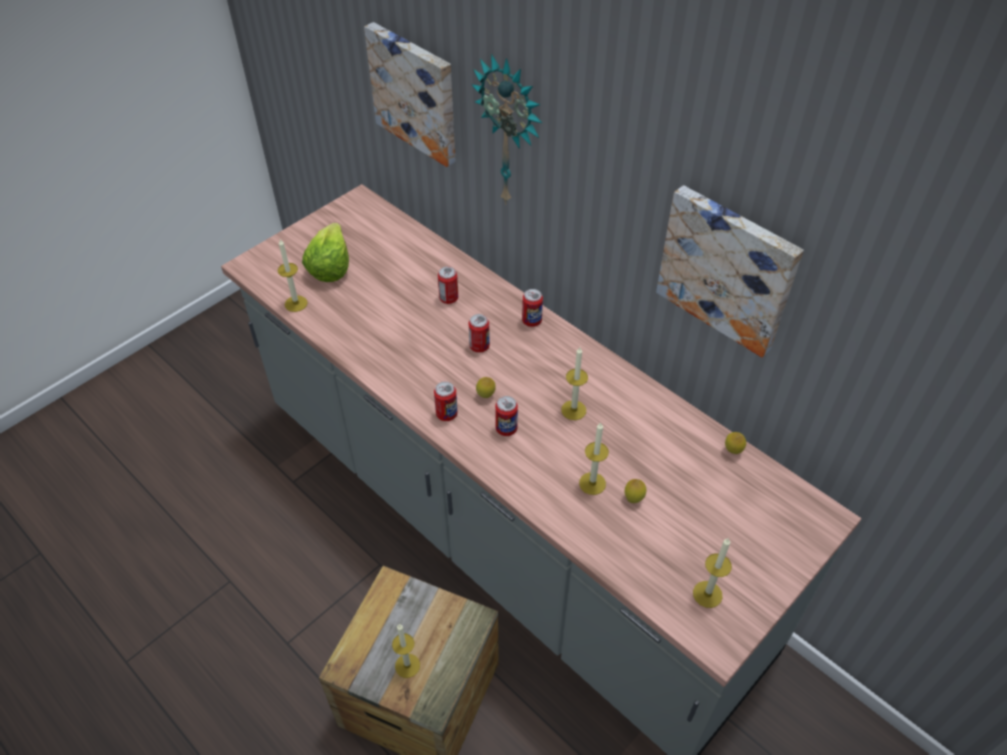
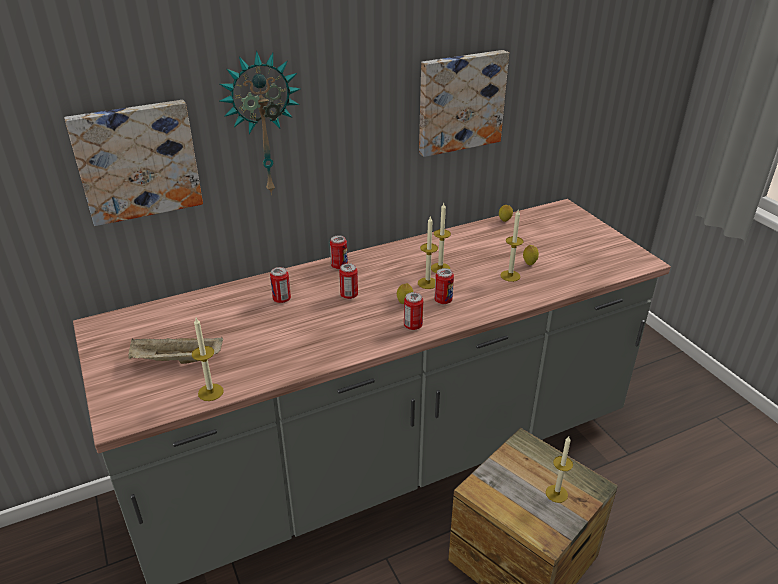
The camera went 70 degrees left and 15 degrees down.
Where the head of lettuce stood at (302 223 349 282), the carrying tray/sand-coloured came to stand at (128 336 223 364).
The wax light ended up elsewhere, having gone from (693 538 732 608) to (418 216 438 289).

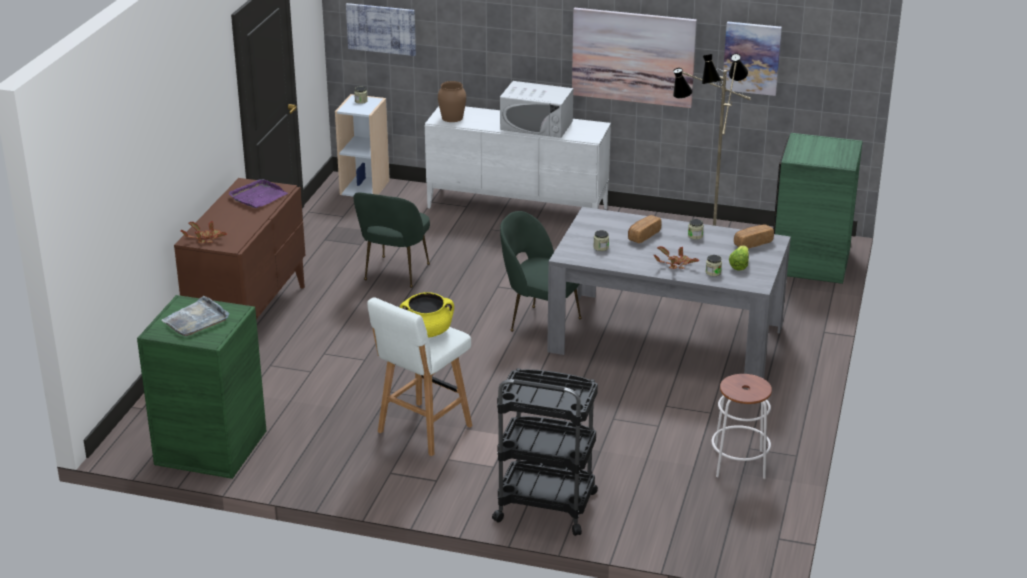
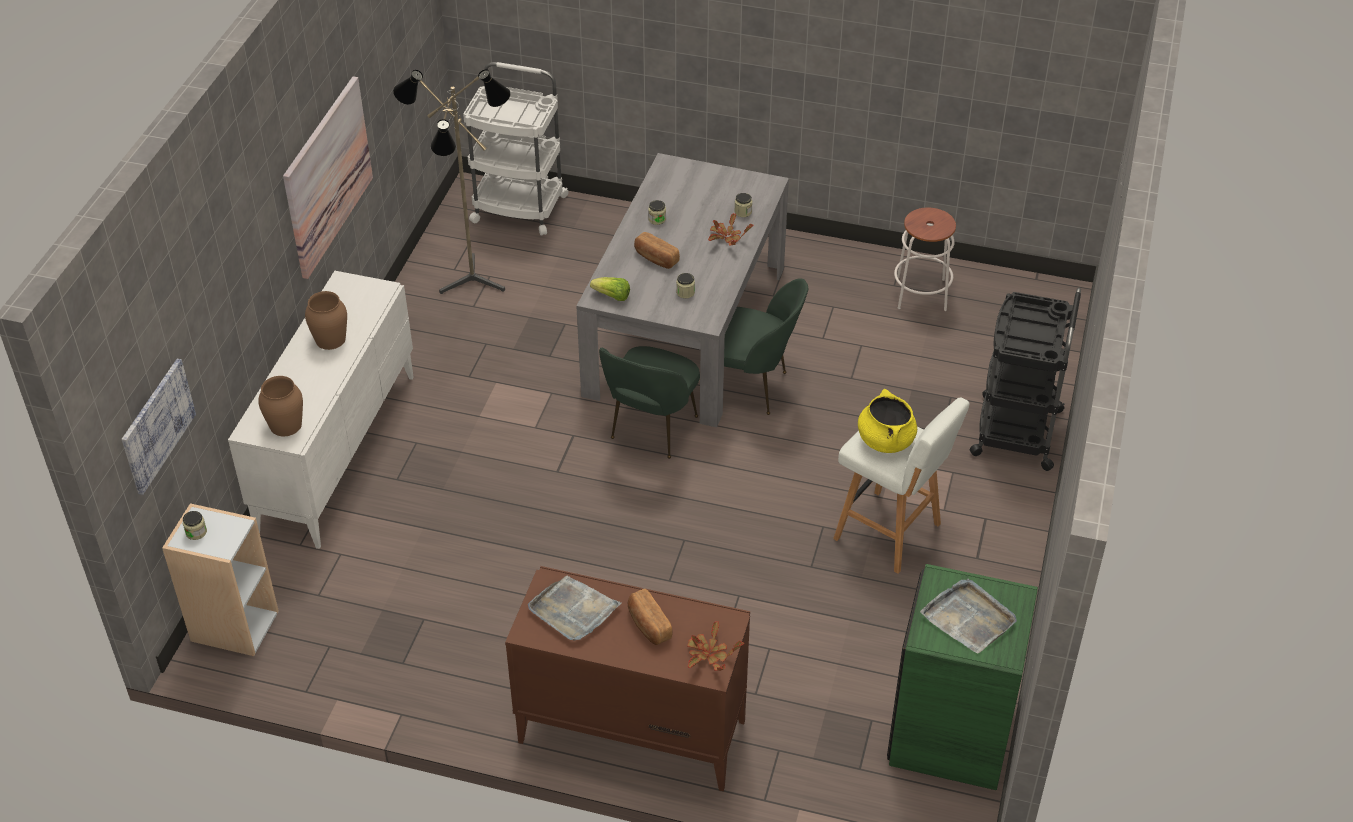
The camera went 90 degrees left and 15 degrees up.
What was the carrying tray/purplish at (229 179 288 208) turned into the carrying tray/gray at (528 576 622 641).
The plain chair/green ended up elsewhere, having gone from (354 192 430 288) to (724 278 808 415).
Where the microwave/whitish stood at (500 81 573 138), the vase/brownish came to stand at (305 291 347 350).
The second view lost the wall picture at (723 21 782 96).
The head of lettuce ended up elsewhere, having gone from (729 245 749 270) to (590 277 630 301).
The bread ended up elsewhere, having gone from (734 224 774 249) to (628 589 673 645).
Where the cupboard/green stood at (773 133 863 284), the trolley/whitish came to stand at (463 62 569 235).

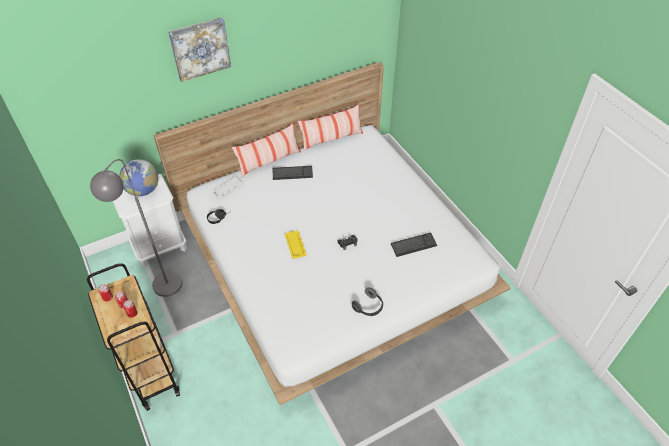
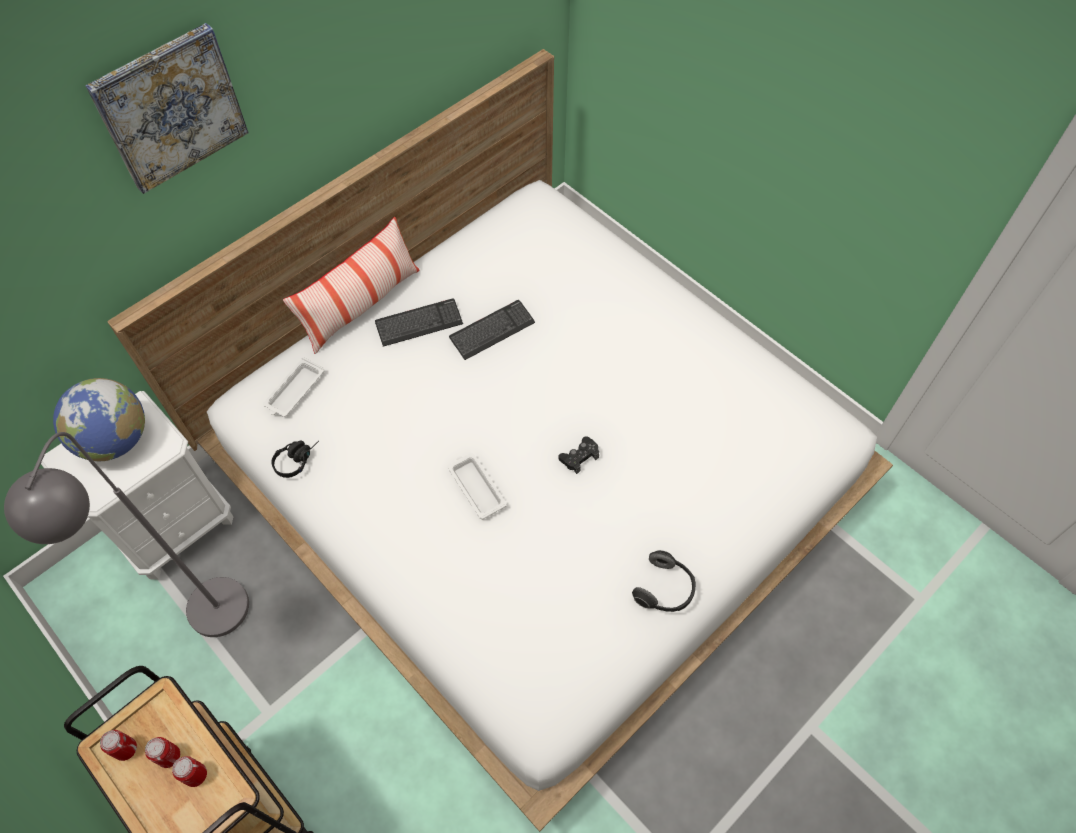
The camera went 15 degrees left and 10 degrees up.
What was the carrying tray/yellowish at (285 231 307 259) turned into the carrying tray/whitish at (448 453 507 519).
The second view lost the pillow at (298 104 363 151).
The keyboard ended up elsewhere, having gone from (391 233 437 257) to (449 300 535 360).

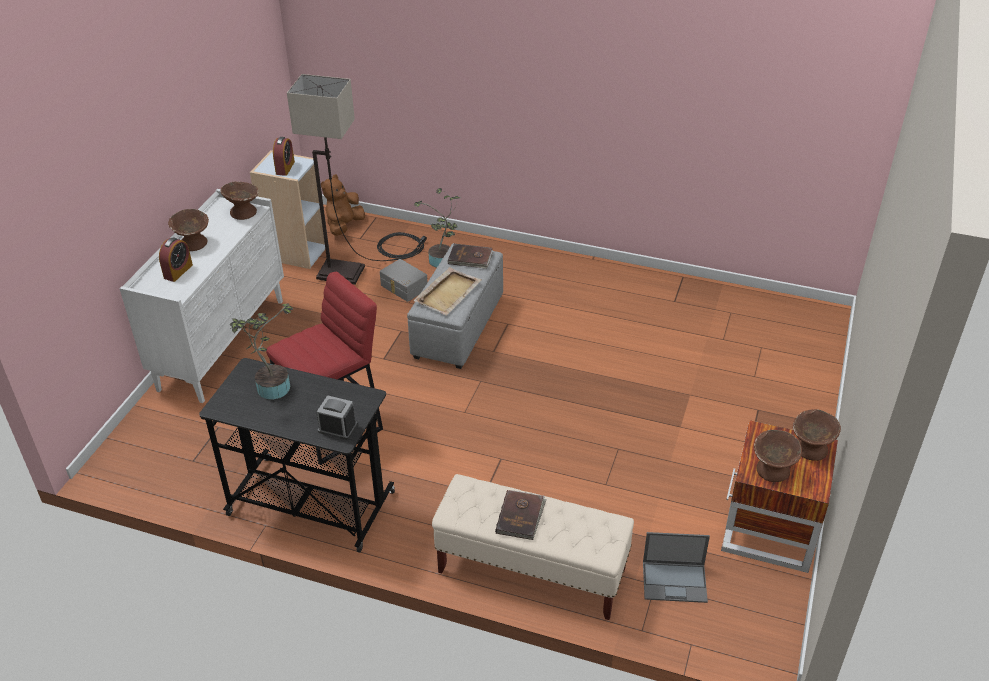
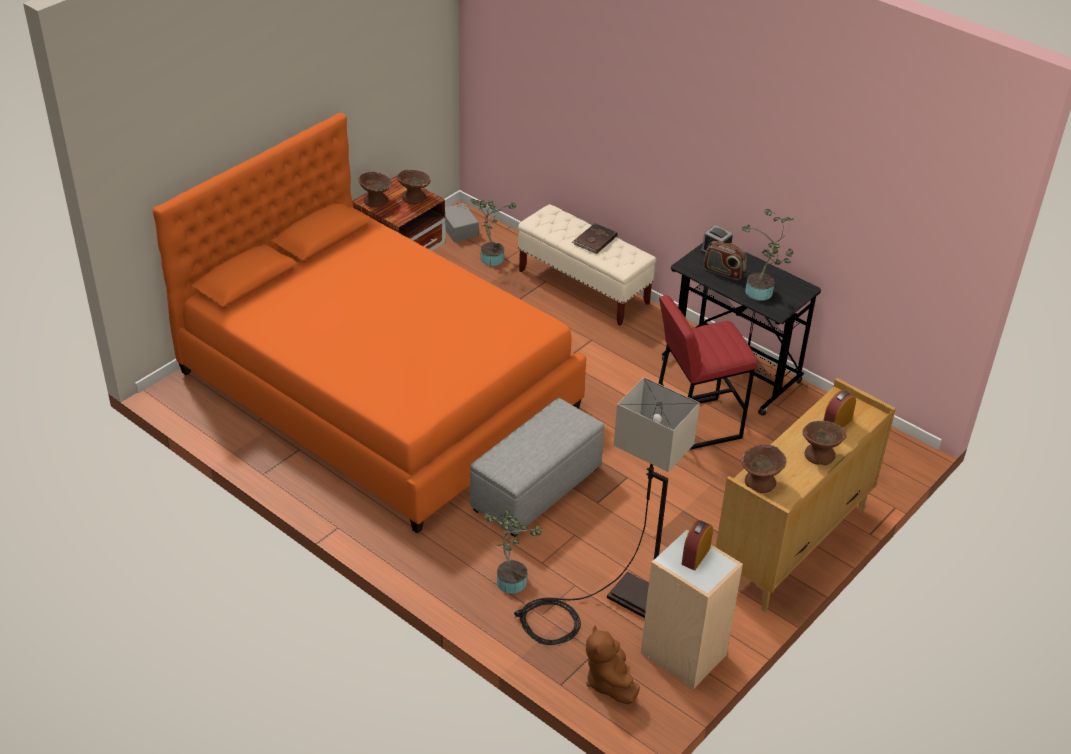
The camera went 160 degrees left and 0 degrees up.
What was the drawer chest/whitish at (119 189 284 403) turned into the drawer chest/brownish at (716 378 896 612).
The soft toy/brownish at (321 174 365 236) ended up facing another way, 120 degrees clockwise from before.
The storage bin/gray ended up elsewhere, having gone from (380 259 428 302) to (445 203 479 242).
The second view lost the carrying tray/sand-coloured at (414 267 481 315).
The second view lost the book/brownish at (447 244 493 269).
Where the laptop stood at (643 532 710 603), the plant in a pot came to stand at (470 199 516 266).
The second view gained the bed/orange at (153 113 586 534).
The second view gained the radio set at (703 241 746 280).

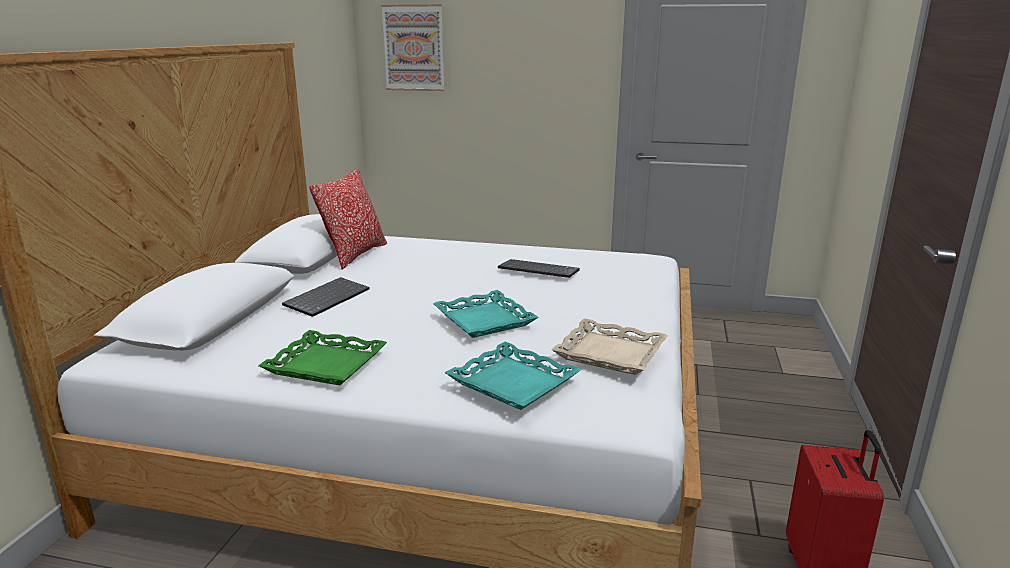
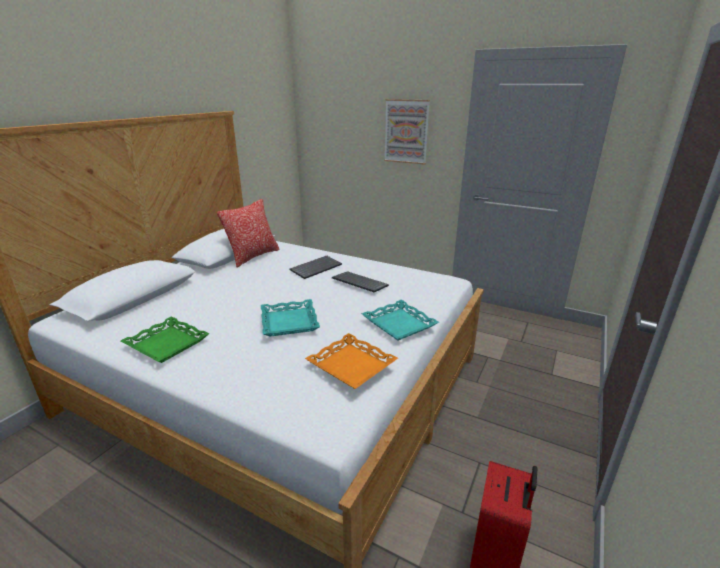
The camera went 15 degrees right and 5 degrees up.
The keyboard ended up elsewhere, having gone from (282 277 370 317) to (290 256 342 279).
The wall picture ended up elsewhere, having gone from (381 4 445 91) to (384 99 430 165).
The carrying tray/turquoise-coloured ended up elsewhere, having gone from (444 342 581 410) to (362 300 439 341).
What was the carrying tray/sand-coloured at (552 318 668 375) turned into the carrying tray/orange at (305 333 398 389).

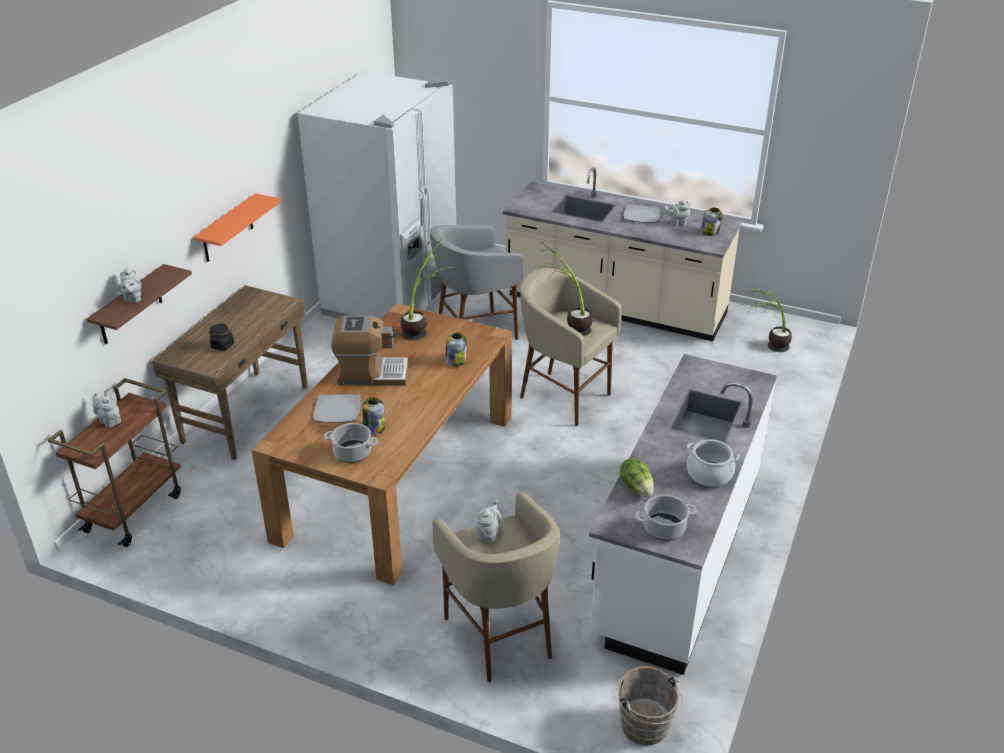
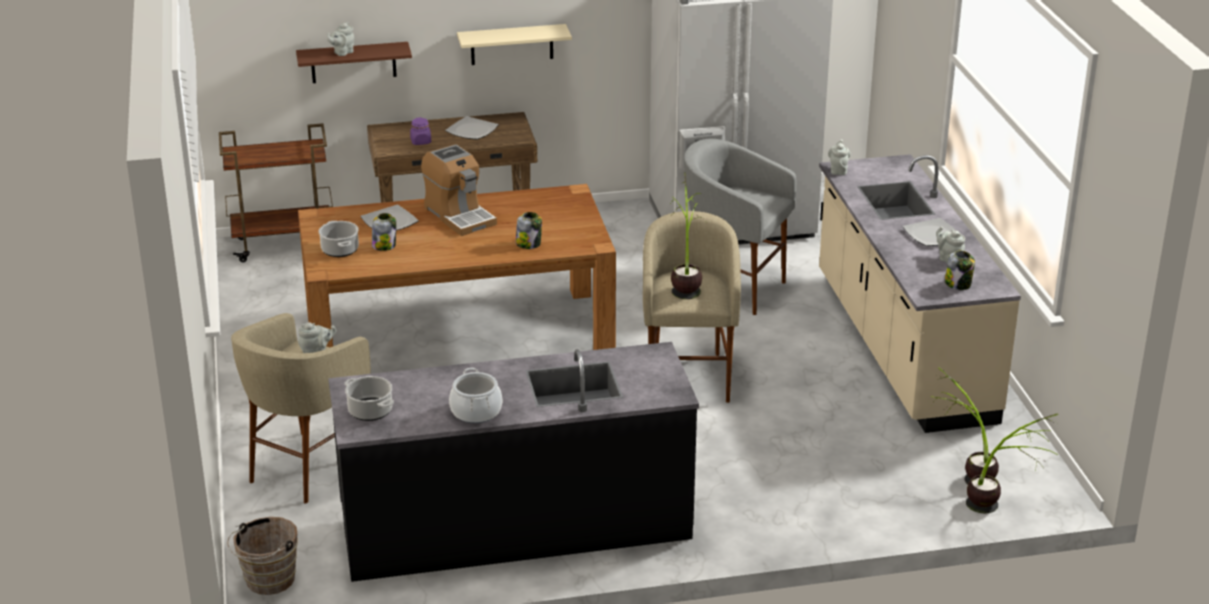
The camera went 55 degrees right and 5 degrees down.
The tea pot/gray ended up elsewhere, having gone from (92 392 121 428) to (828 139 851 175).
What was the wall shelf/orange at (193 193 282 262) turned into the wall shelf/sand-coloured at (457 24 572 65).
What was the jar/black-coloured at (209 324 234 351) turned into the jar/purplish at (410 117 431 145).
The plant in a pot ended up elsewhere, having gone from (400 238 454 341) to (966 413 1058 513).
What was the kitchen counter/whitish at (589 354 777 675) turned into the kitchen counter/black-coloured at (328 342 699 582).
The second view lost the head of lettuce at (620 458 654 497).
The second view gained the plate at (445 116 499 140).

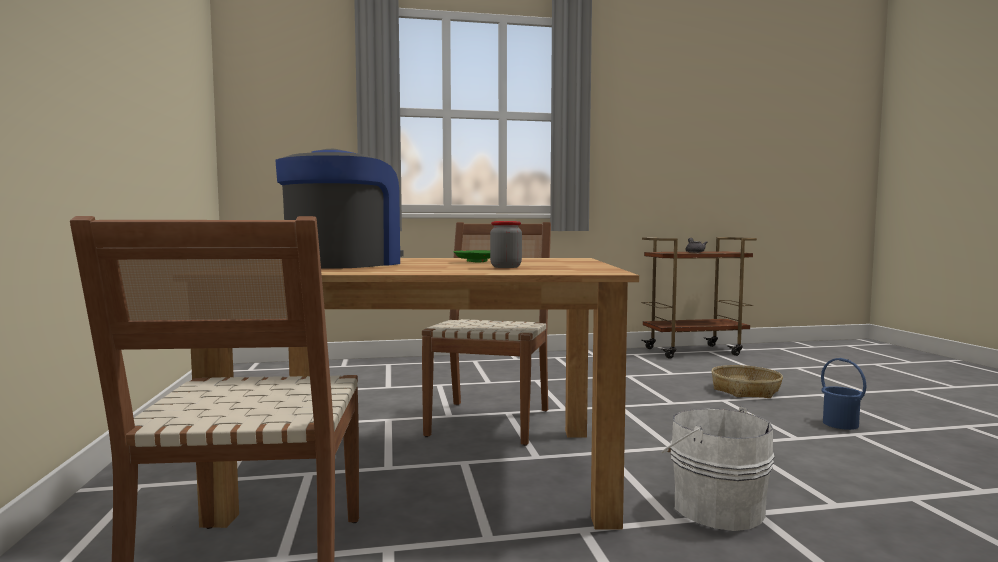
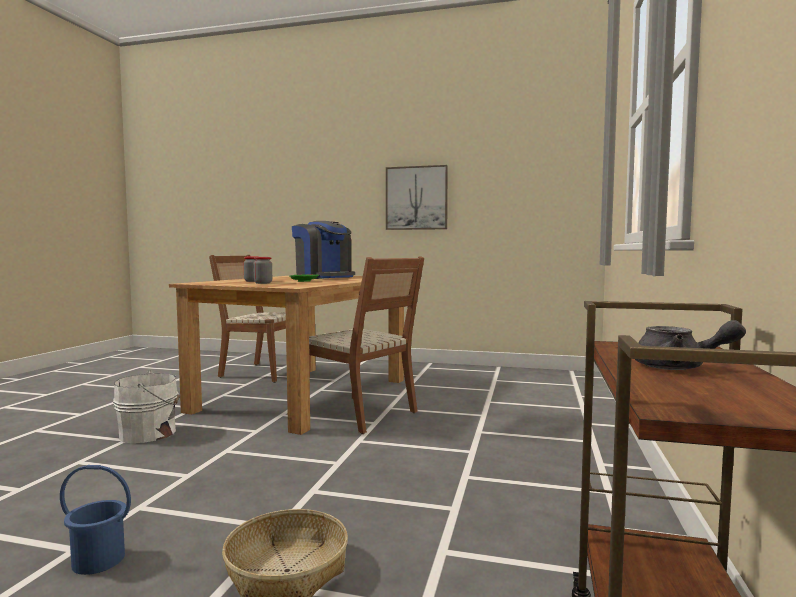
The camera went 115 degrees right and 0 degrees up.
The second view gained the jar at (253 257 272 284).
The second view gained the wall picture at (386 165 448 230).

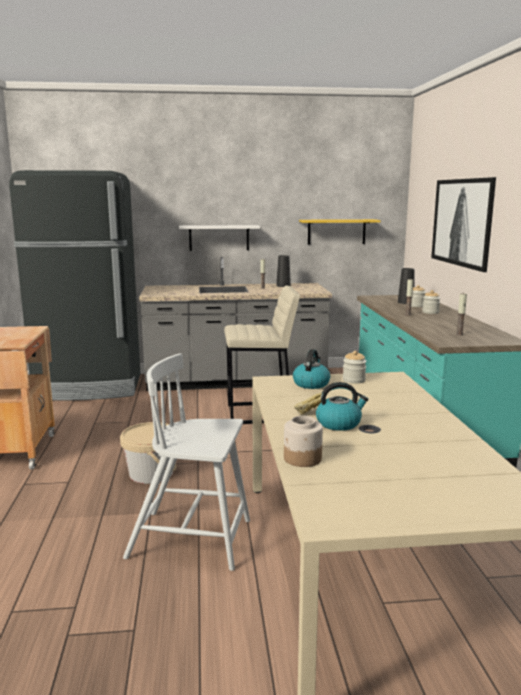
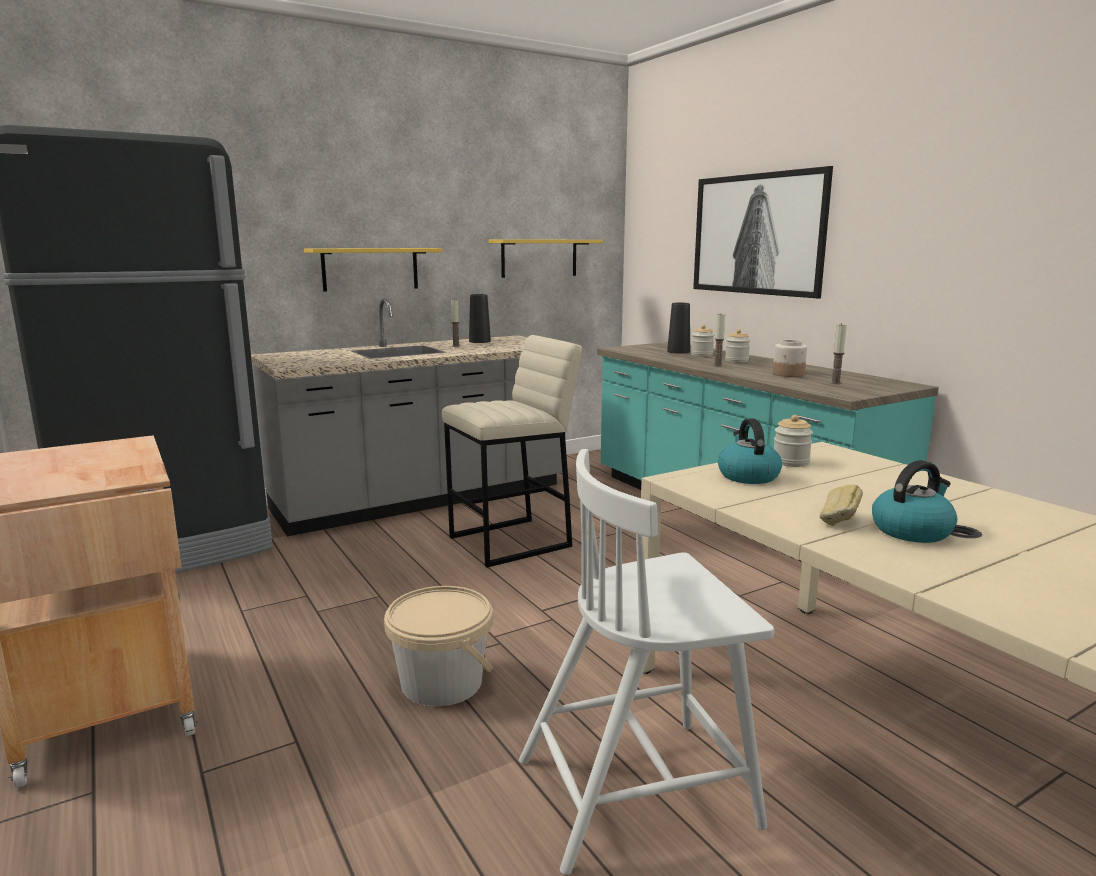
The camera went 25 degrees left and 0 degrees up.
What was the wall shelf/whitish at (179 225 260 251) turned into the wall shelf/yellowish at (304 248 443 292).
The jar ended up elsewhere, having gone from (284 416 323 467) to (773 340 807 377).

